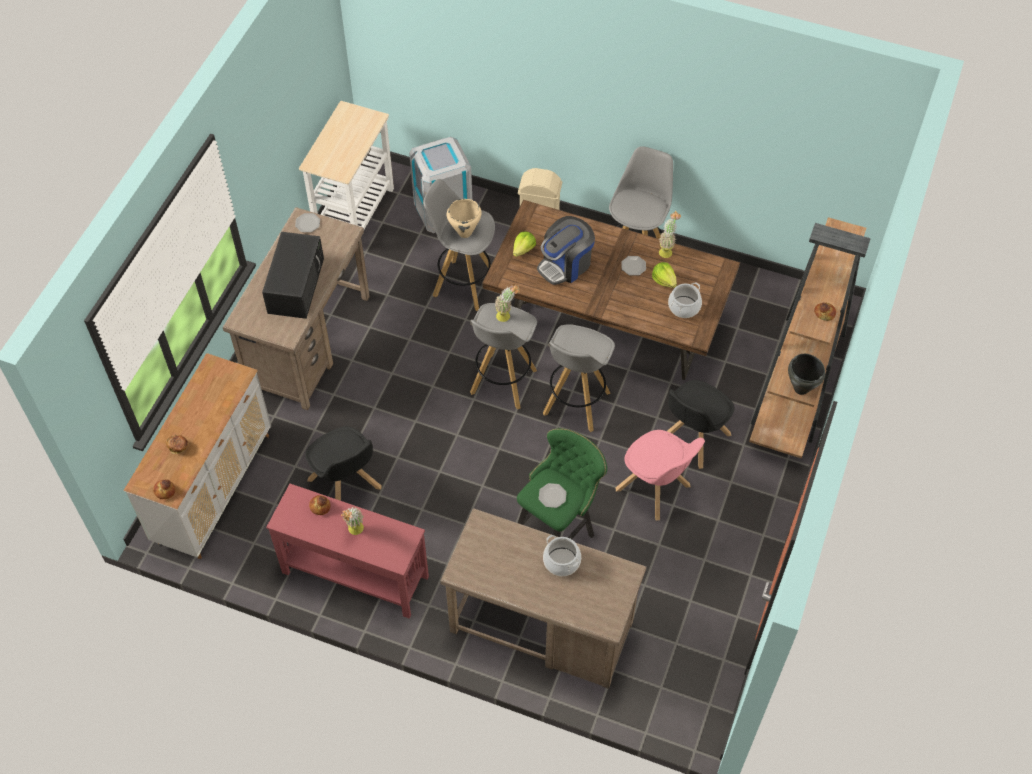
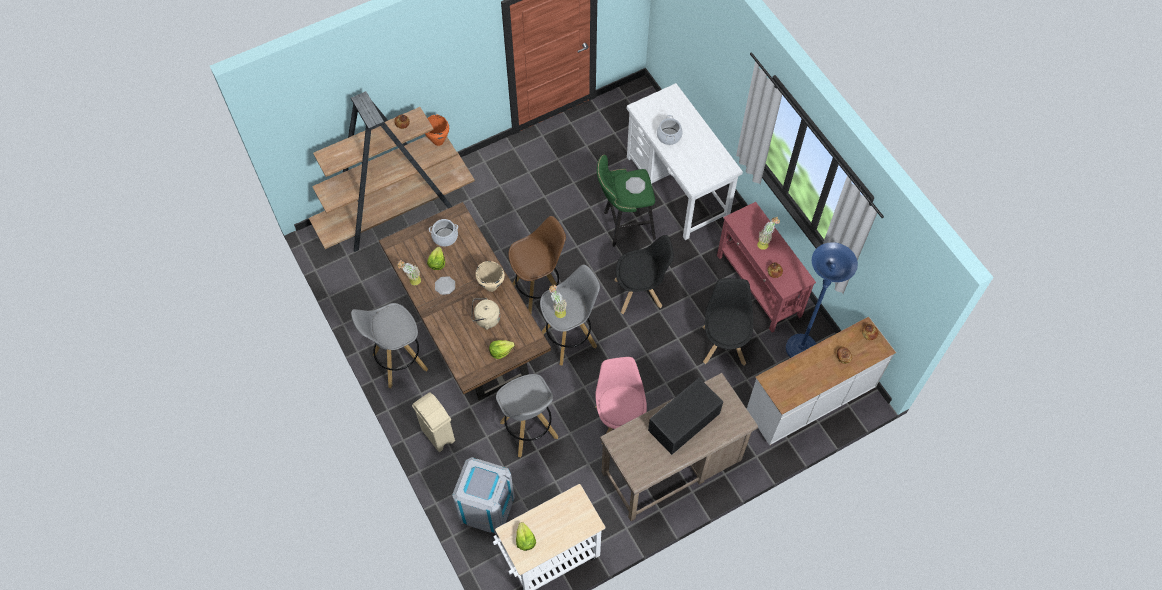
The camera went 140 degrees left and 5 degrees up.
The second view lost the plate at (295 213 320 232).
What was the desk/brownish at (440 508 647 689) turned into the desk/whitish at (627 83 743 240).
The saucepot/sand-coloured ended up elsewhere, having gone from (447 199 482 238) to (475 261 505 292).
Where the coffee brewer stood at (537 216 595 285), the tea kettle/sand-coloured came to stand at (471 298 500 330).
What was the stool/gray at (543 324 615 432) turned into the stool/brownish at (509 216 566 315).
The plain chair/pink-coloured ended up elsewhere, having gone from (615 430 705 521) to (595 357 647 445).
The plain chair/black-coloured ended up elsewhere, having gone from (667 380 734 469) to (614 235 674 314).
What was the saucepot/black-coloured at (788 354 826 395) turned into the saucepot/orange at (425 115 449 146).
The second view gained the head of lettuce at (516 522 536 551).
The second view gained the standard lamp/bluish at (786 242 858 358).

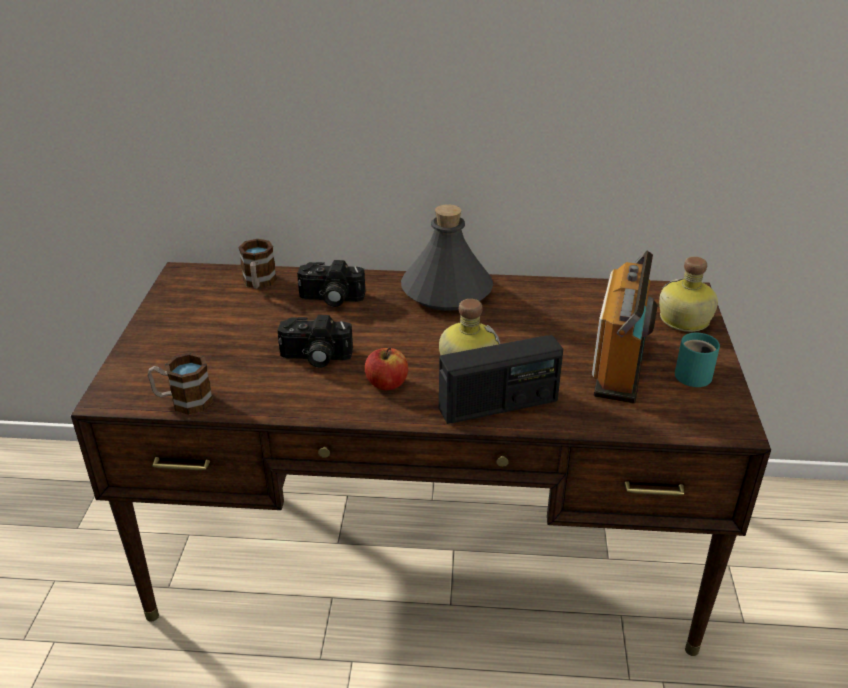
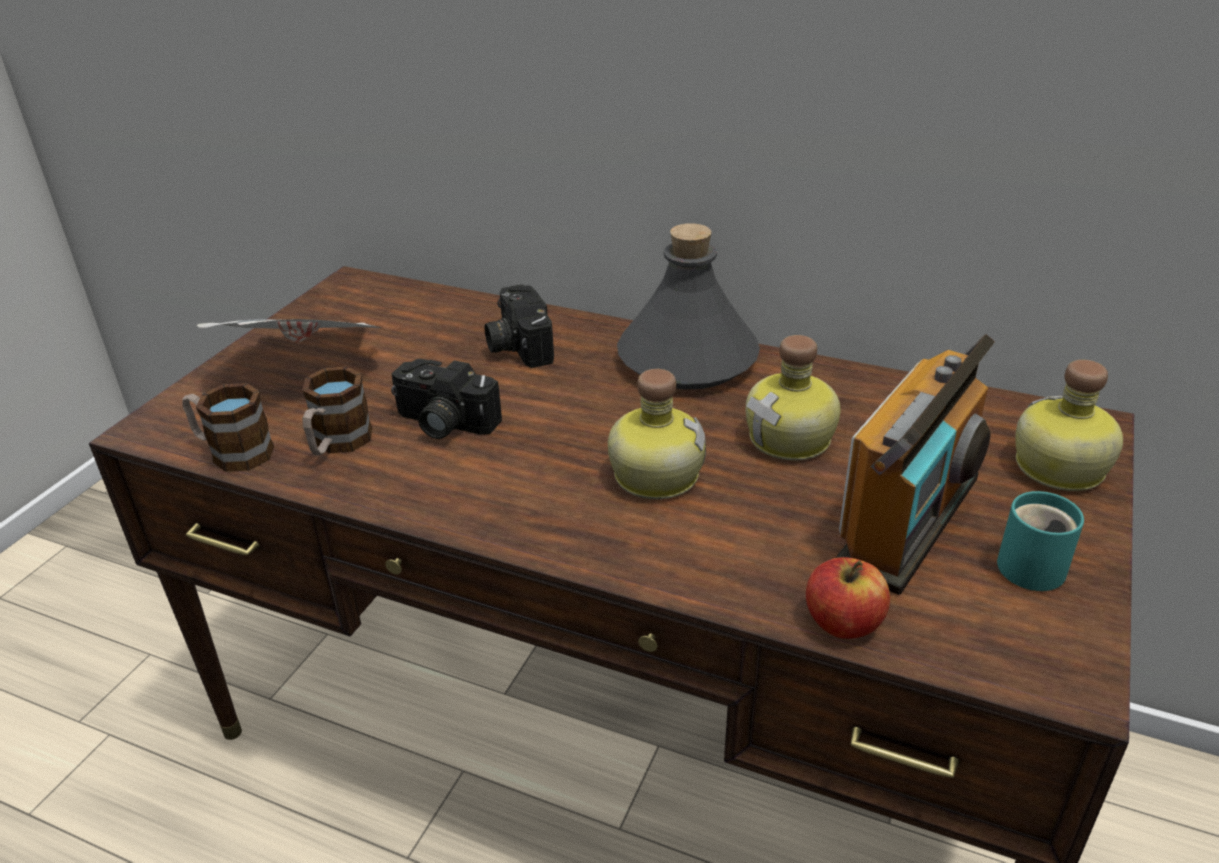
The camera went 20 degrees right and 0 degrees up.
The coffee mug ended up elsewhere, having gone from (238 239 277 289) to (302 366 372 456).
The photo camera at (297 260 365 307) ended up facing another way, 45 degrees clockwise from before.
The apple fruit ended up elsewhere, having gone from (365 347 408 390) to (806 557 890 639).
The second view lost the radio set at (439 335 563 424).
The second view gained the daily paper at (196 319 382 343).
The second view gained the beverage bottle at (745 335 841 460).

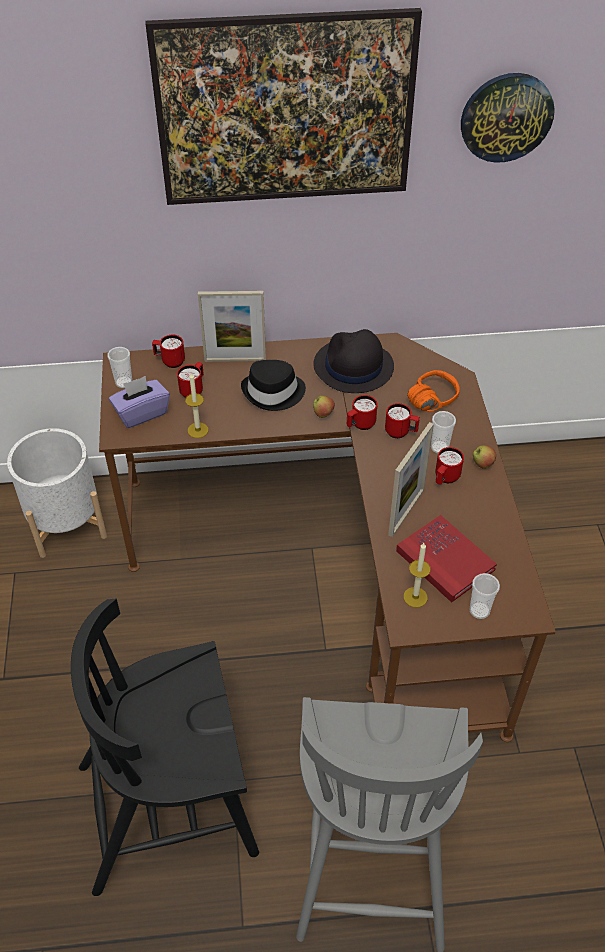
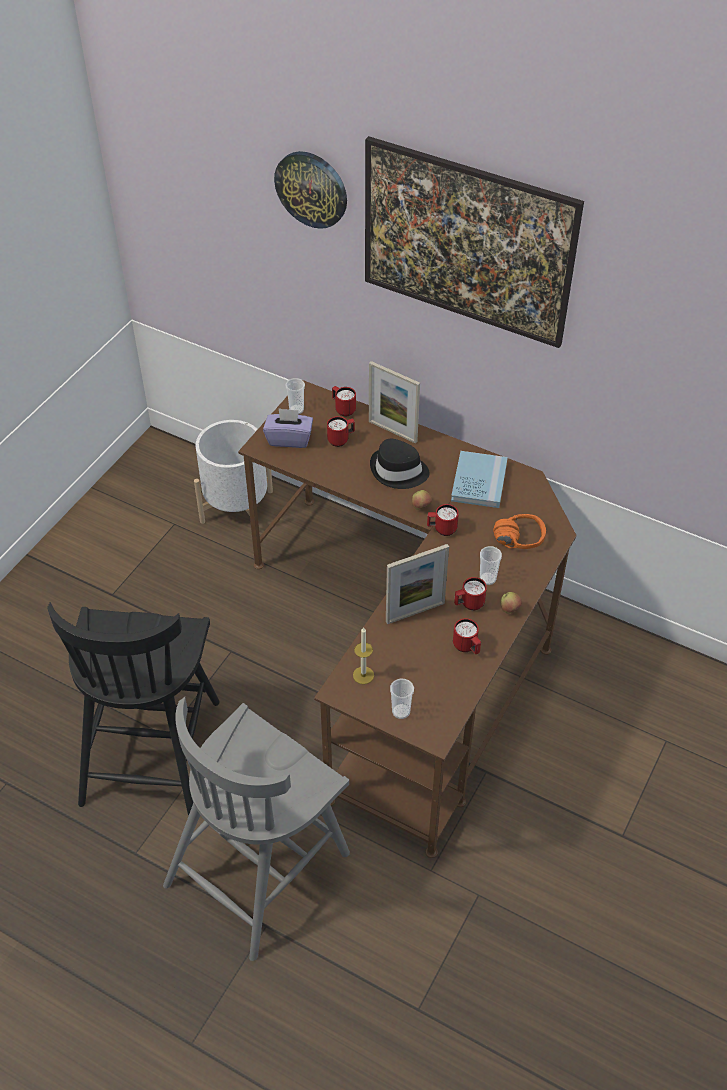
The camera went 35 degrees right and 0 degrees up.
The plain chair/black-coloured at (71 599 259 896) ended up facing another way, 105 degrees counterclockwise from before.
The second view lost the wax light at (185 373 209 438).
Where the clothing hat/black-coloured stood at (313 329 394 393), the book/bluish came to stand at (451 451 508 508).
The coffee mug/reddish ended up elsewhere, having gone from (385 403 420 438) to (453 618 481 654).
The second view lost the book/reddish at (396 515 497 603).
The hanging clock ended up elsewhere, having gone from (461 73 555 163) to (274 151 347 229).

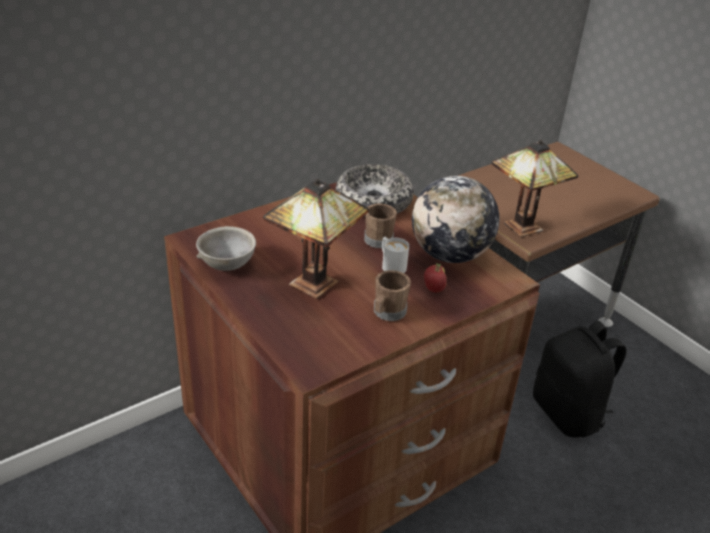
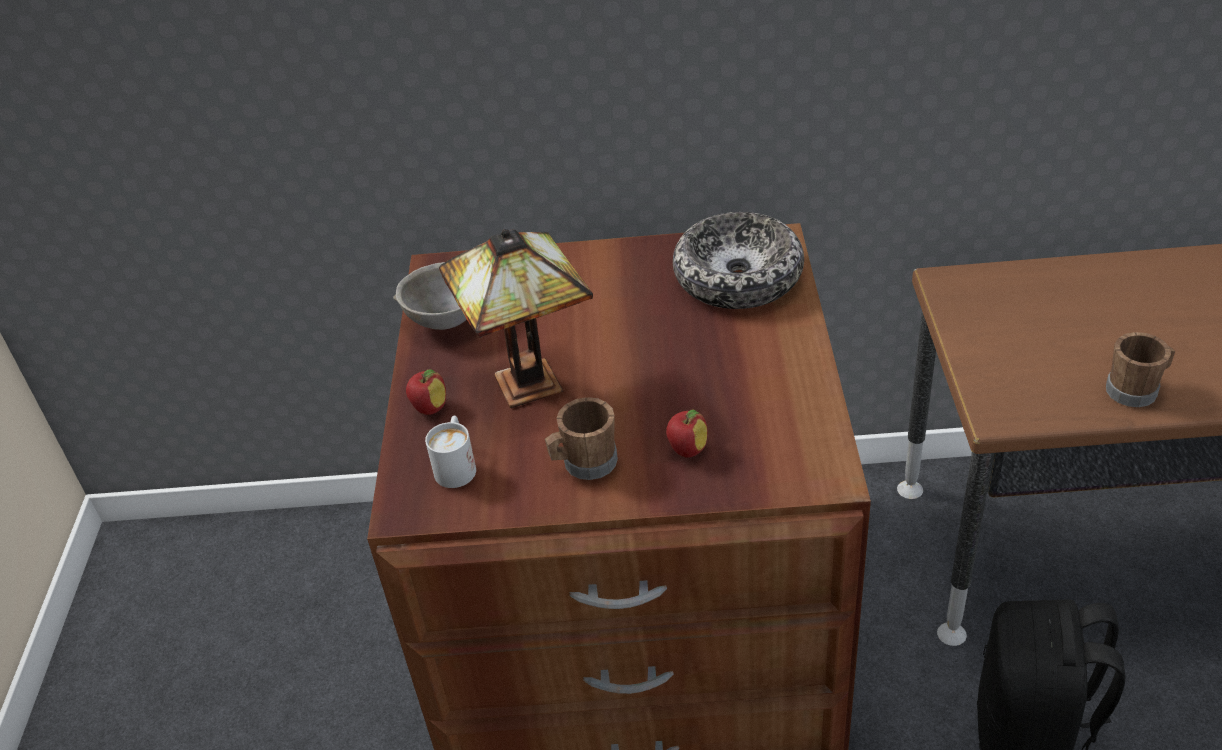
The camera went 40 degrees right and 5 degrees up.
The coffee mug/brownish ended up elsewhere, having gone from (364 203 397 248) to (1106 332 1176 407).
The coffee mug/whitish ended up elsewhere, having gone from (382 237 409 273) to (425 416 476 488).
The second view lost the desk globe at (412 176 499 263).
The second view lost the lamp for a table at (491 140 578 237).
The second view gained the apple fruit at (406 369 446 415).

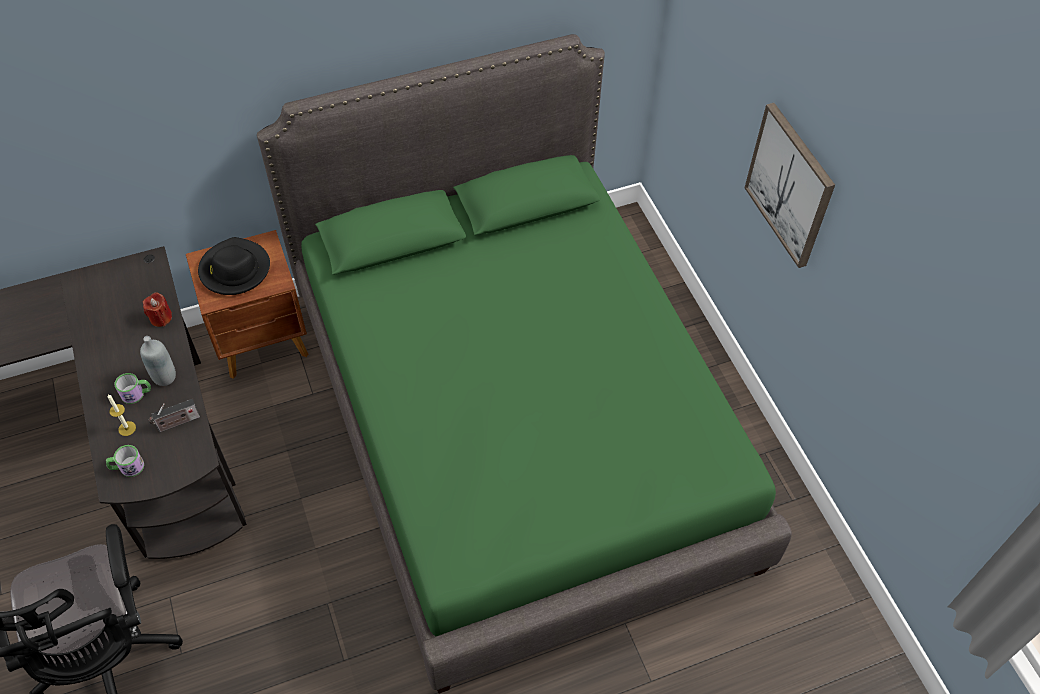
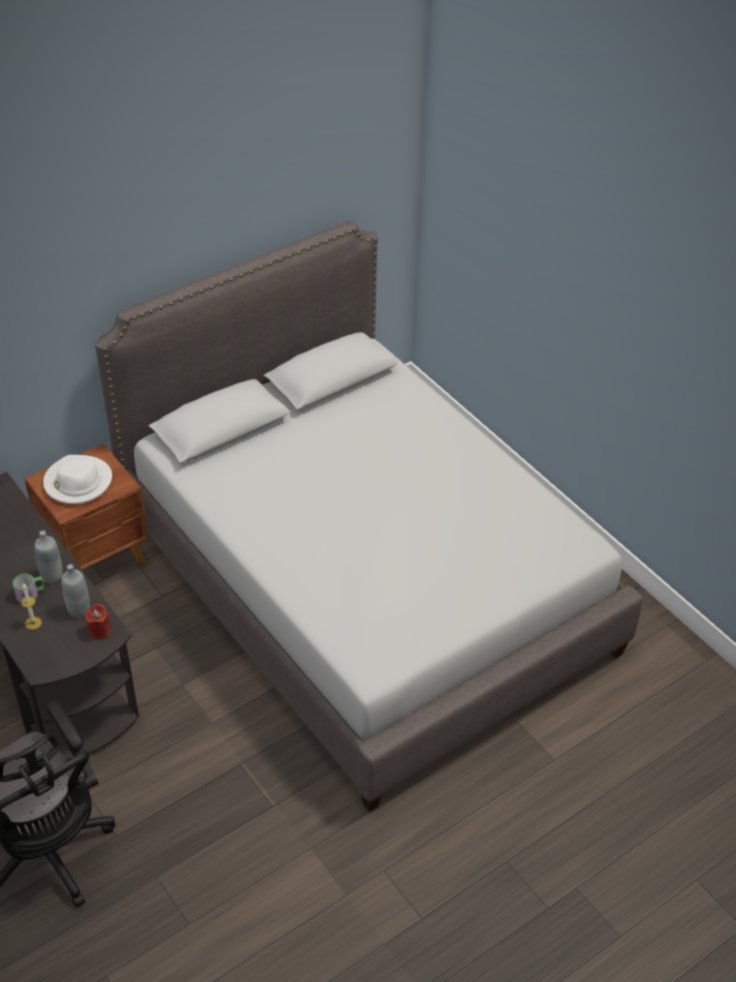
The camera went 15 degrees left and 10 degrees down.
The second view lost the coffee mug at (106 445 144 477).
The wax light/reddish ended up elsewhere, having gone from (143 293 172 327) to (85 604 111 640).
Where the radio set stood at (149 399 200 432), the beverage bottle/gray came to stand at (61 564 90 618).
What was the clothing hat/black-coloured at (198 237 270 295) turned into the clothing hat/whitish at (43 455 112 504).
What was the bed/green at (257 34 792 694) turned into the bed/gray at (95 221 642 812).
The second view lost the wall picture at (744 103 835 268).

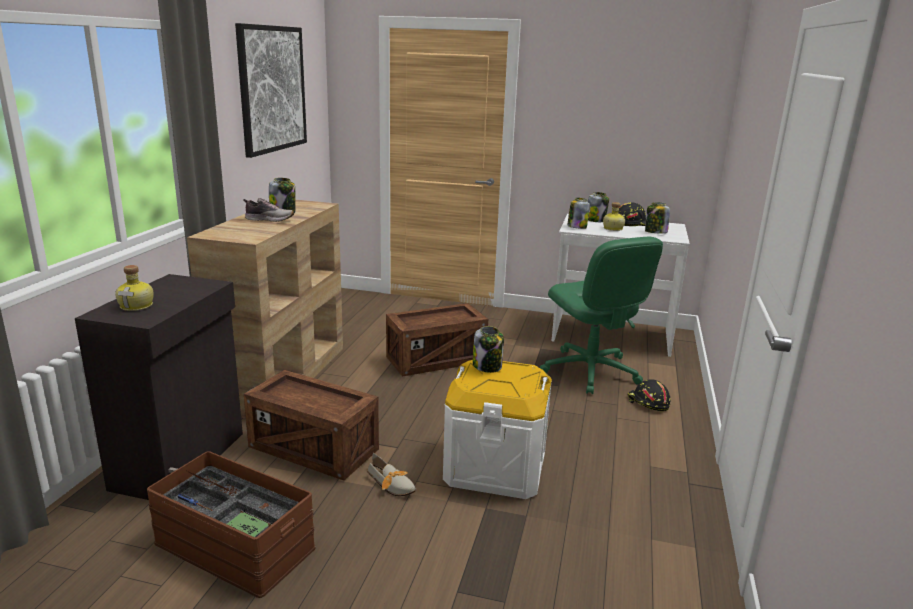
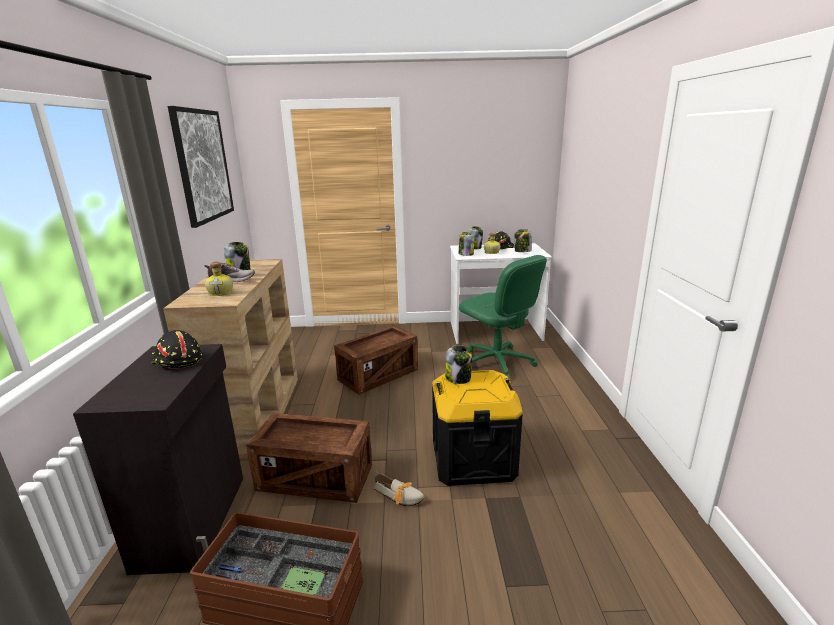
The camera went 15 degrees left and 0 degrees up.
The beverage bottle ended up elsewhere, having gone from (115 265 154 311) to (205 262 233 296).
What was the storage bin/whitish at (443 360 552 499) turned into the storage bin/black-coloured at (432 370 523 486).
The work helmet/black-coloured ended up elsewhere, having gone from (628 379 670 411) to (151 330 202 368).

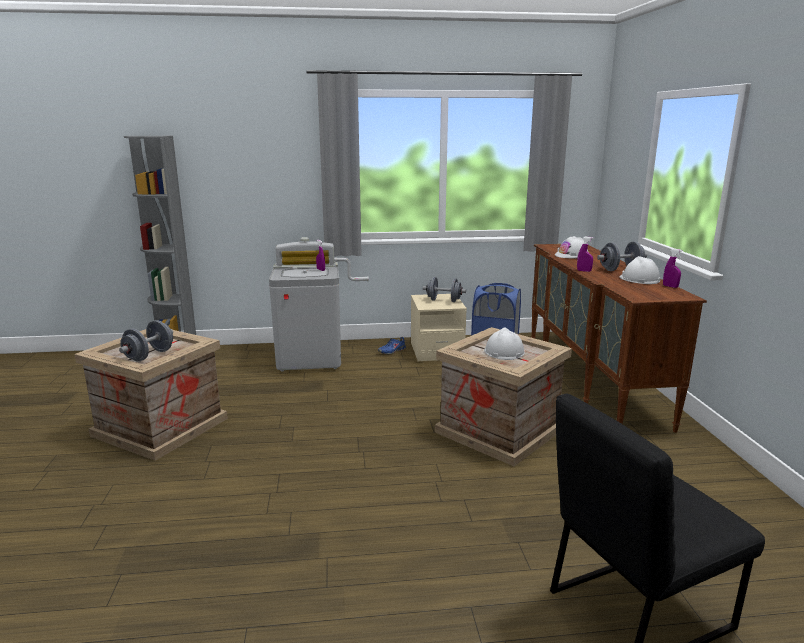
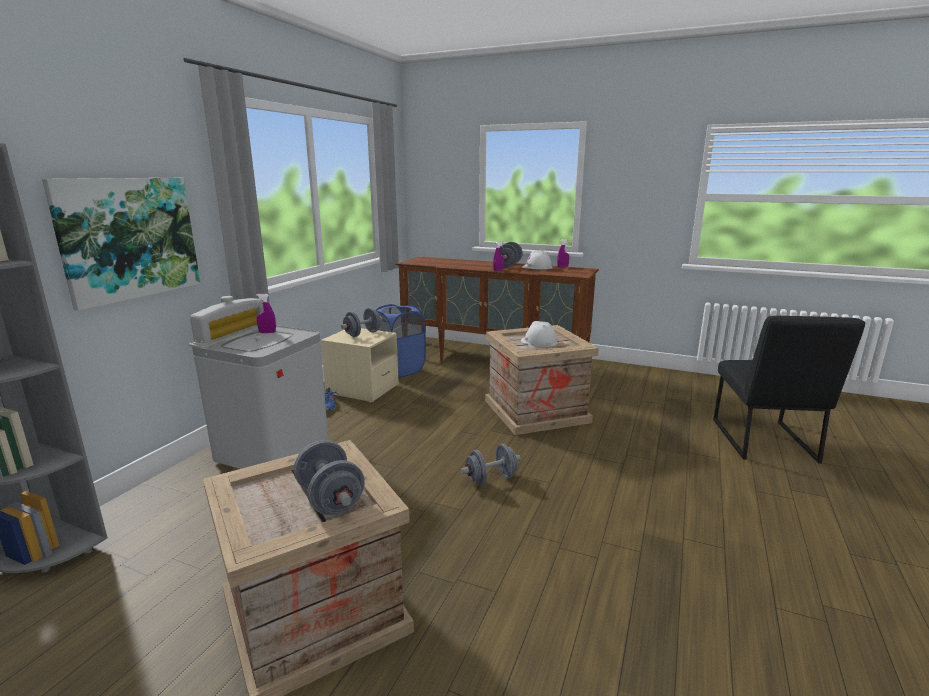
The camera went 60 degrees left and 0 degrees up.
The second view lost the work helmet/whitish at (555 236 589 258).
The second view gained the wall picture at (42 178 201 311).
The second view gained the dumbbell/gray at (461 444 521 485).

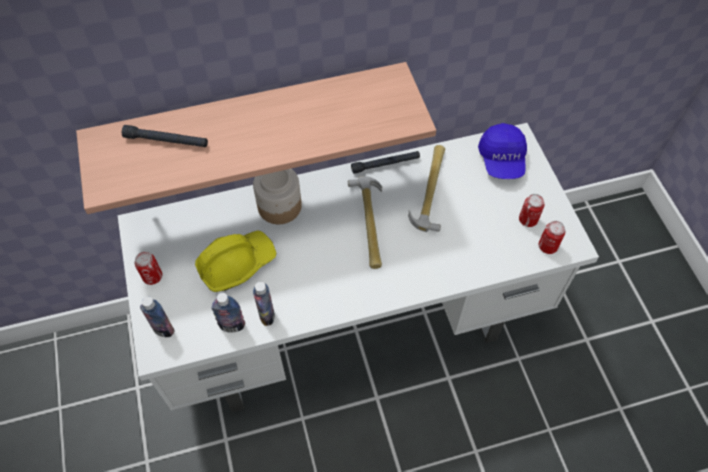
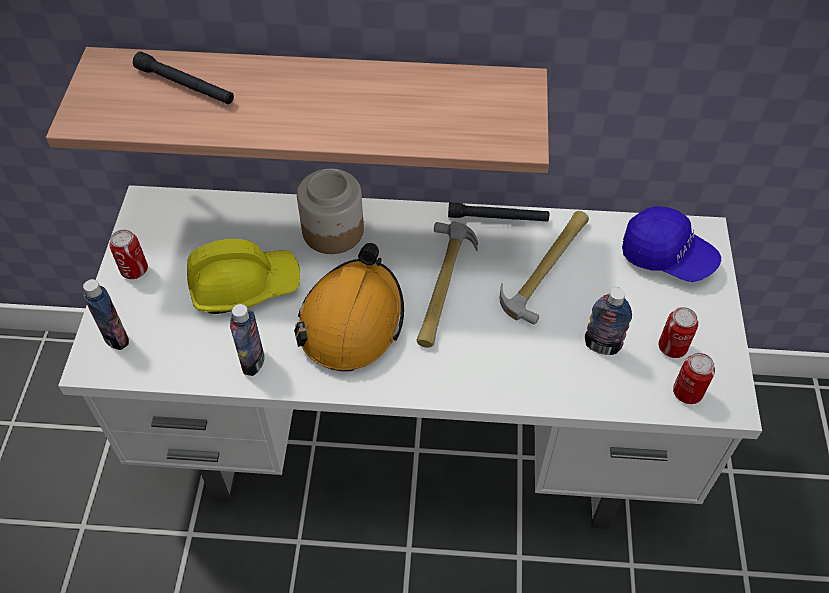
The camera went 20 degrees right and 5 degrees down.
The beverage bottle ended up elsewhere, having gone from (212 293 245 333) to (585 287 632 355).
The peaked cap/bluish at (478 123 527 179) ended up facing another way, 75 degrees counterclockwise from before.
The second view gained the work helmet/orange at (294 243 404 371).

